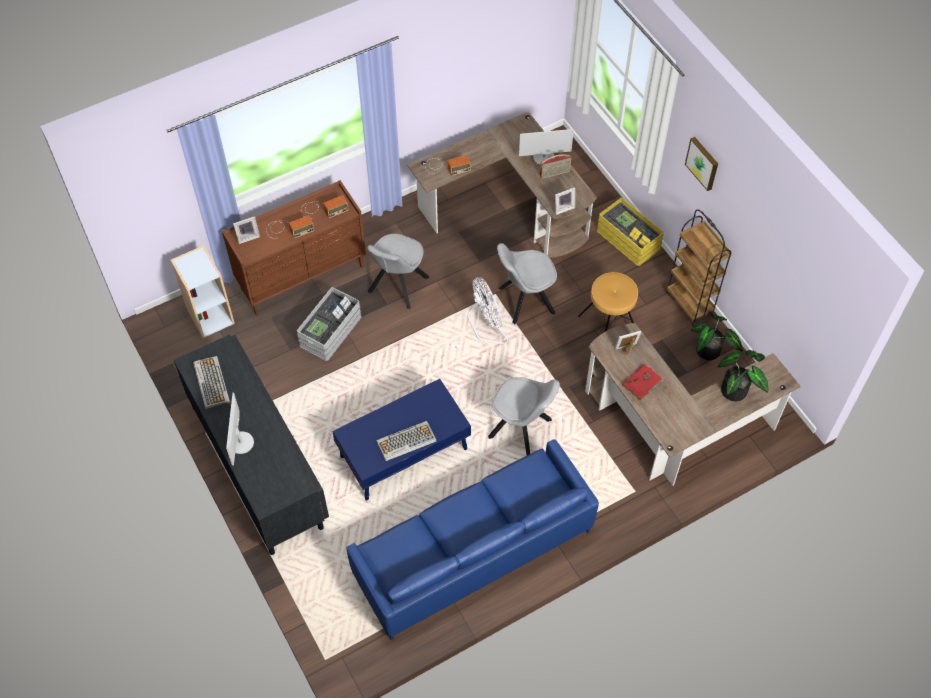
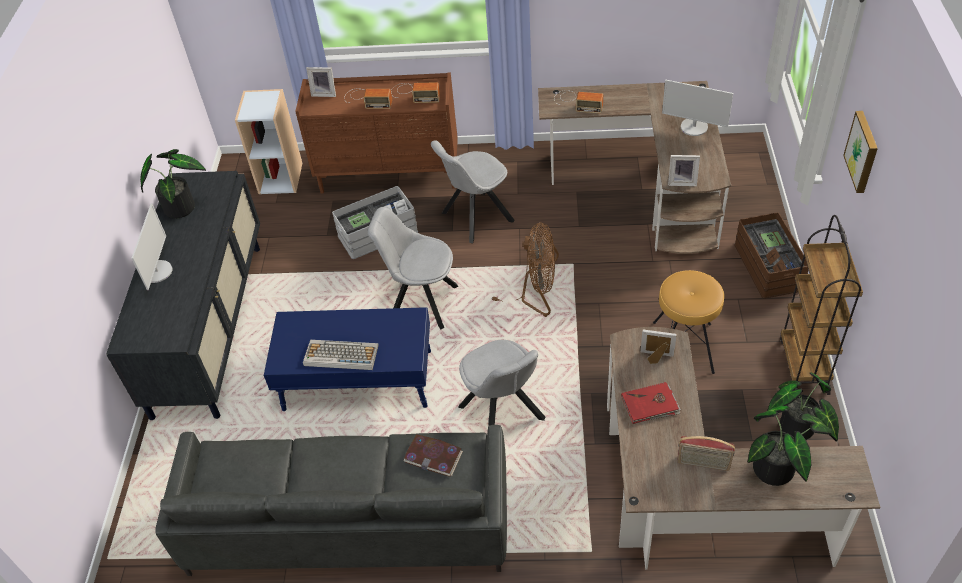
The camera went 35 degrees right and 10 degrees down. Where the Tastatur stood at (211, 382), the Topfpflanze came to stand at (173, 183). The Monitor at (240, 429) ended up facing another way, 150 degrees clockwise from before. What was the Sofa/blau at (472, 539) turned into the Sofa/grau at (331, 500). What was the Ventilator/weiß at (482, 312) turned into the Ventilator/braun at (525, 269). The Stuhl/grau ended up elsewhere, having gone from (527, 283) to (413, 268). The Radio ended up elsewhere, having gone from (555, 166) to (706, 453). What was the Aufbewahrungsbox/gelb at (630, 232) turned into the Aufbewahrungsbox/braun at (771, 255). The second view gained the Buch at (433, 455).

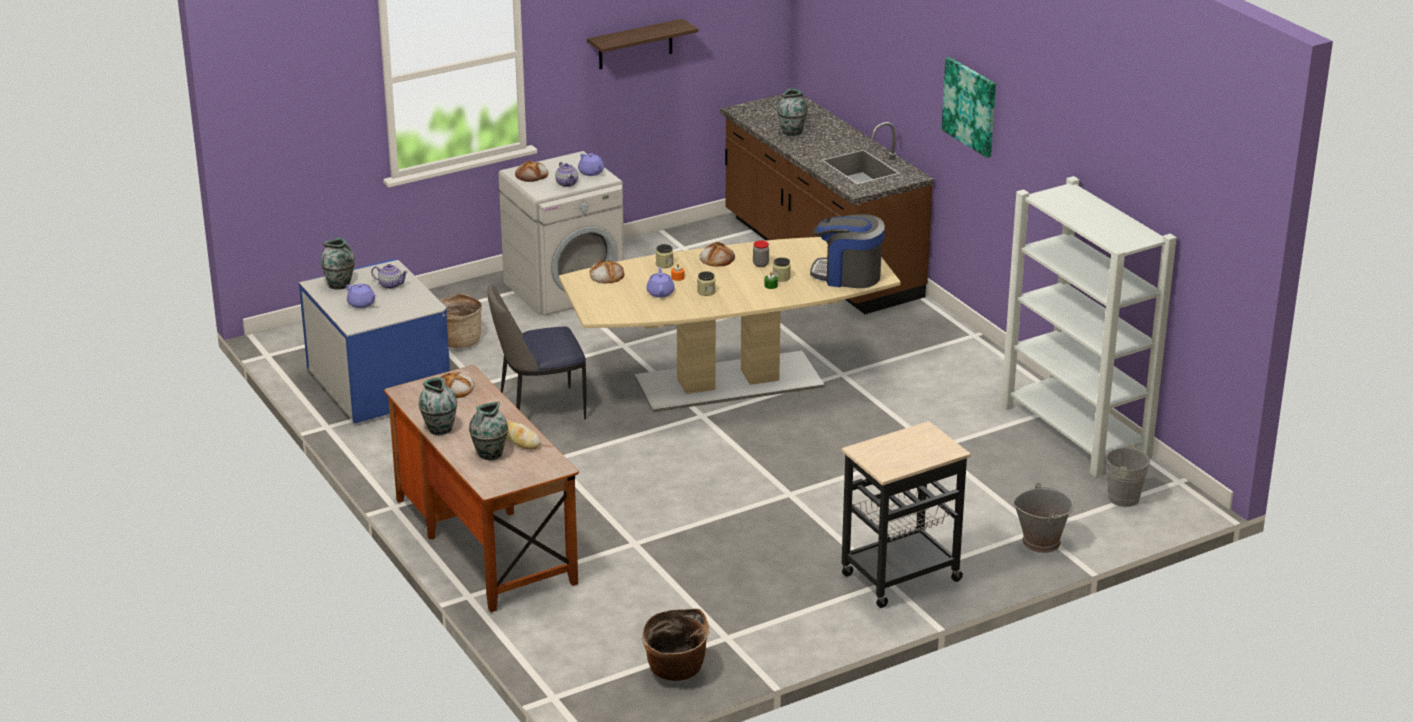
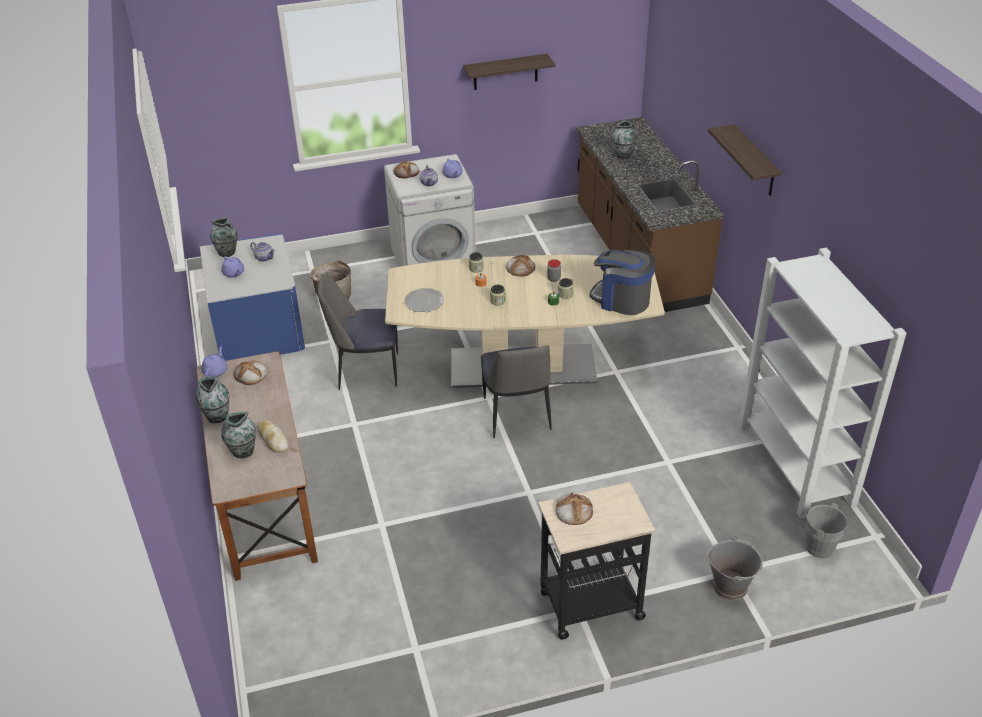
The camera went 15 degrees right and 10 degrees up. The Brot ended up elsewhere, having gone from (606, 271) to (574, 508). The second view lost the Korb at (675, 644). The Teekanne/lila ended up elsewhere, having gone from (660, 282) to (214, 361). Where the Bild hung at (968, 107), the Wandregal came to hang at (745, 160). The second view gained the Teller at (424, 300). The second view gained the Stuhl at (516, 391).

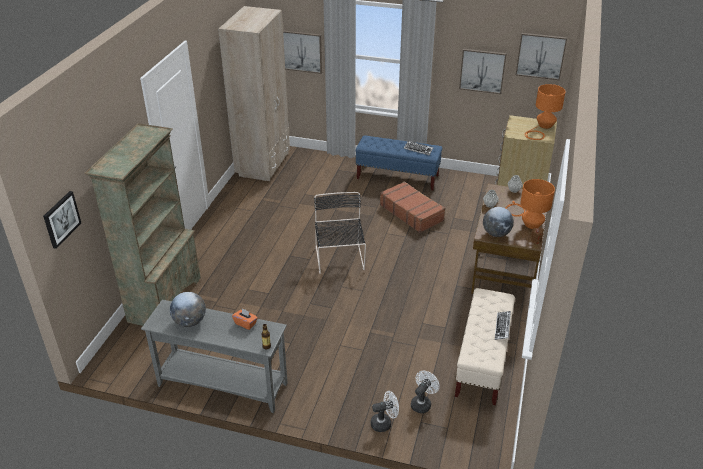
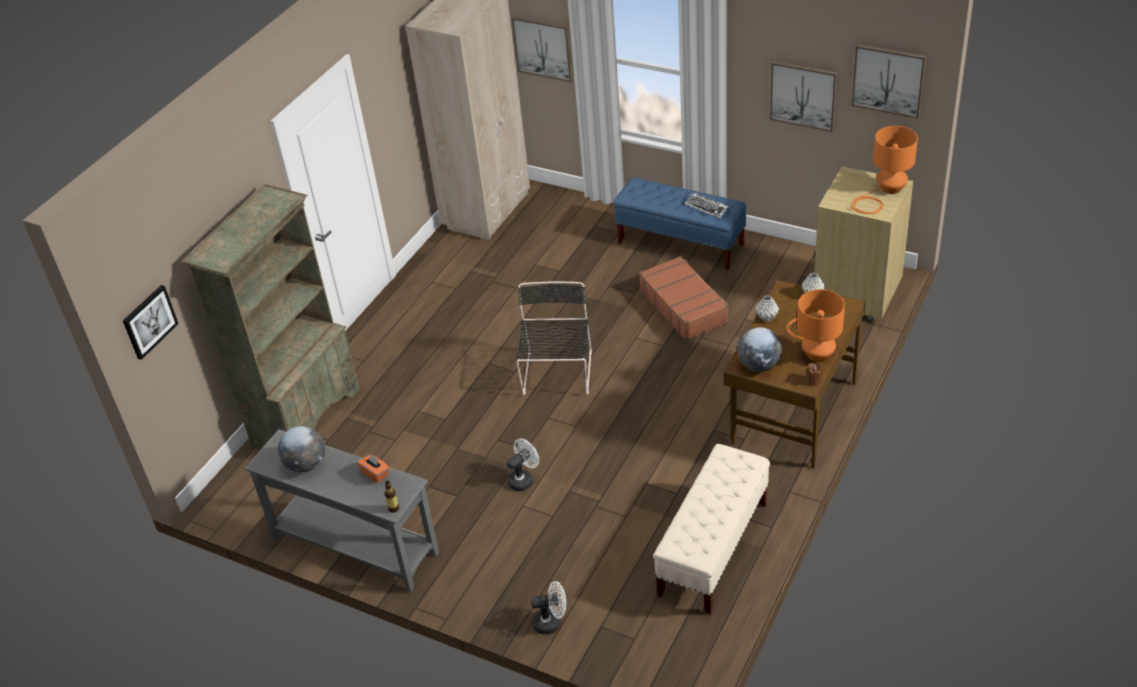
The camera went 15 degrees right and 5 degrees up. The Ventilator/weiß ended up elsewhere, having gone from (425, 392) to (523, 464). The second view lost the Tastatur at (503, 325).

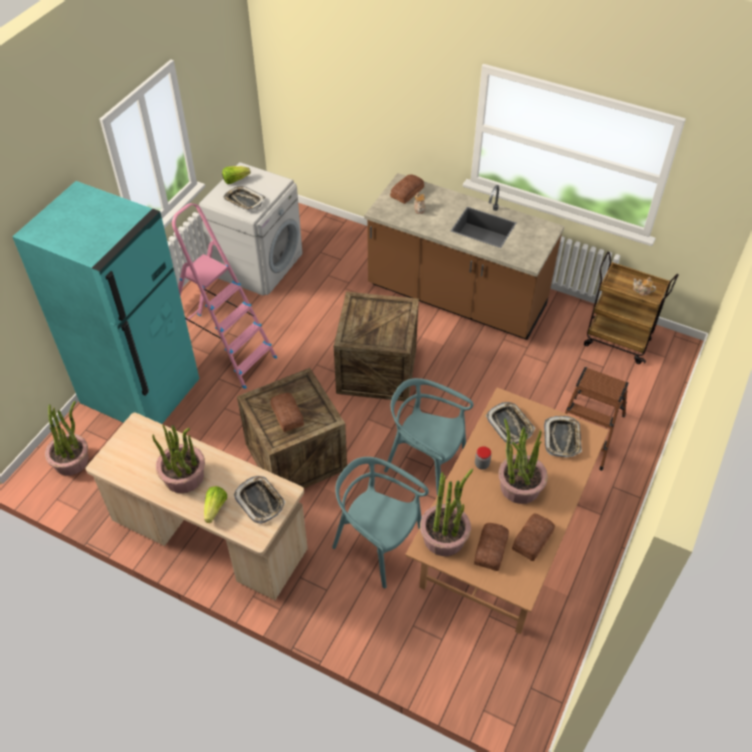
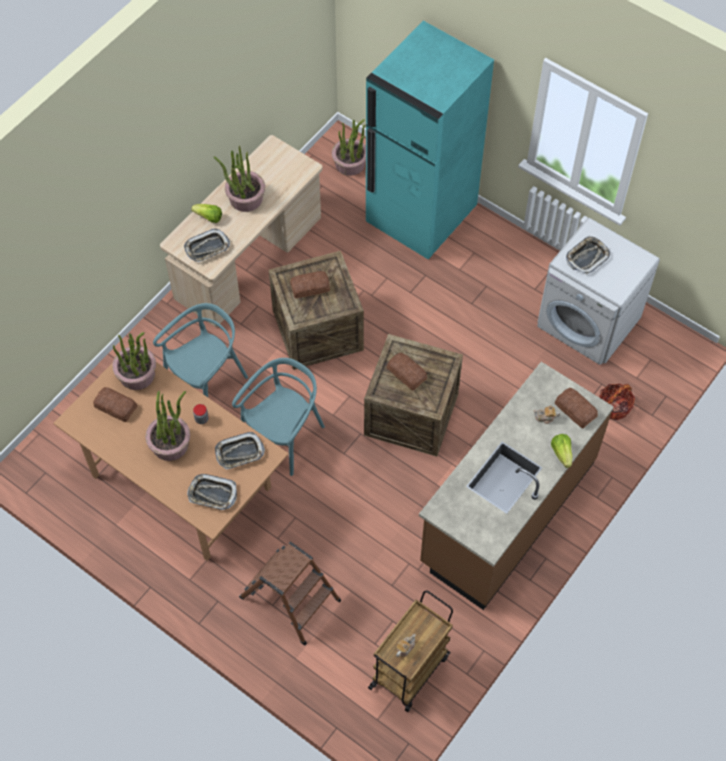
The camera went 100 degrees right and 10 degrees up. The second view lost the Trittleiter/rosa at (224, 296). The Salatkopf ended up elsewhere, having gone from (236, 175) to (561, 451). The Brot ended up elsewhere, having gone from (533, 537) to (407, 371). The second view gained the Korb at (617, 402).

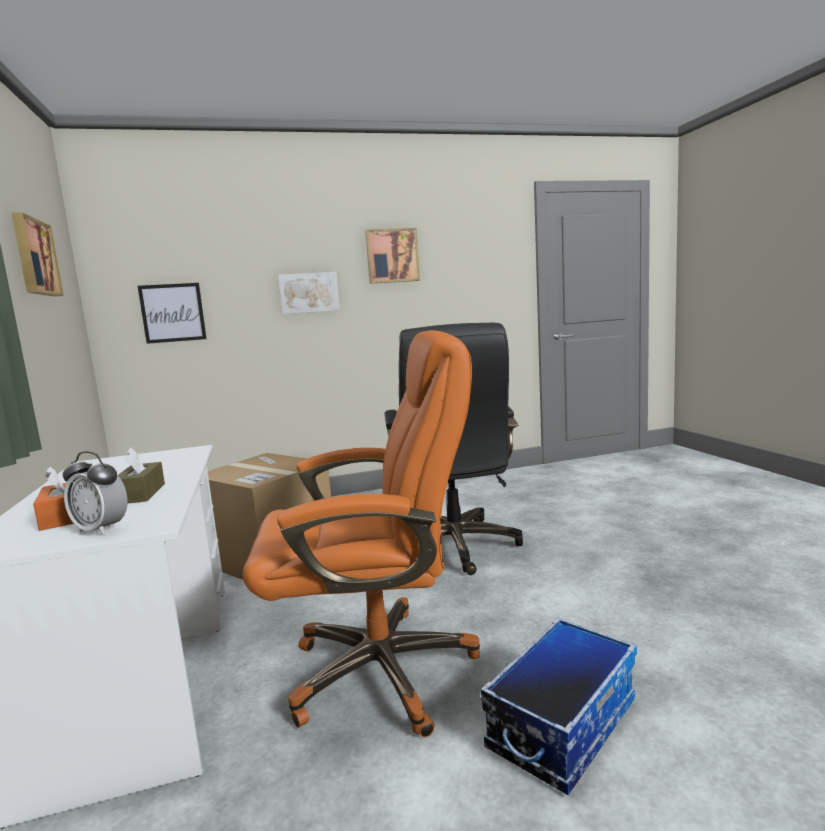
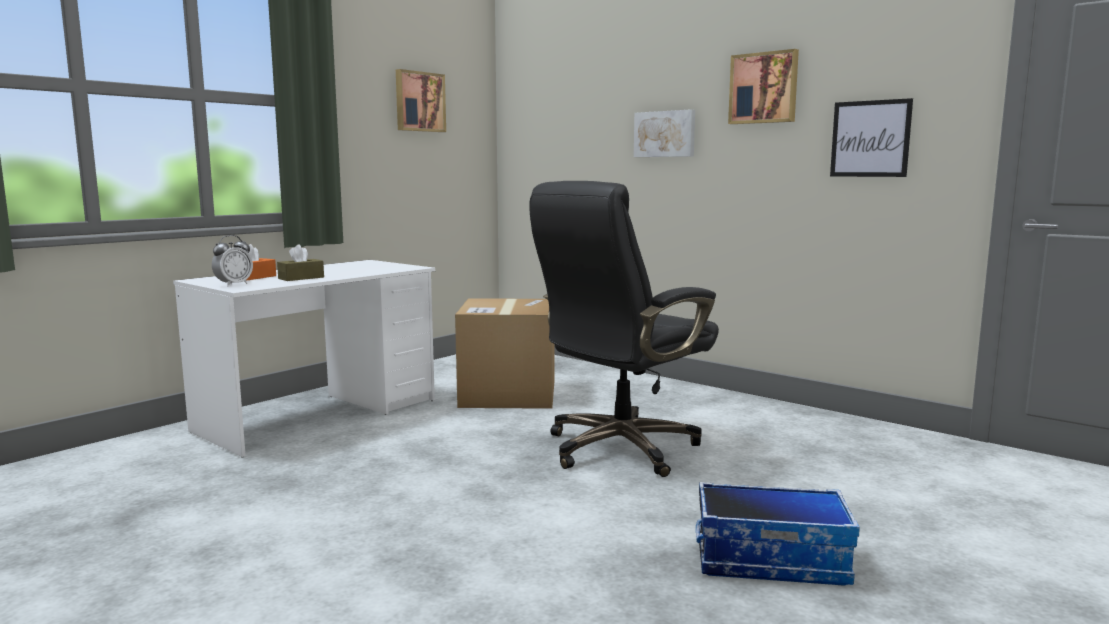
The camera went 55 degrees right and 0 degrees up. The Wecker at (95, 493) ended up facing another way, 135 degrees counterclockwise from before. The Bild ended up elsewhere, having gone from (172, 313) to (871, 137). The second view lost the Bürostuhl/orange at (361, 533). The Aufbewahrungsbox ended up elsewhere, having gone from (558, 706) to (778, 534).

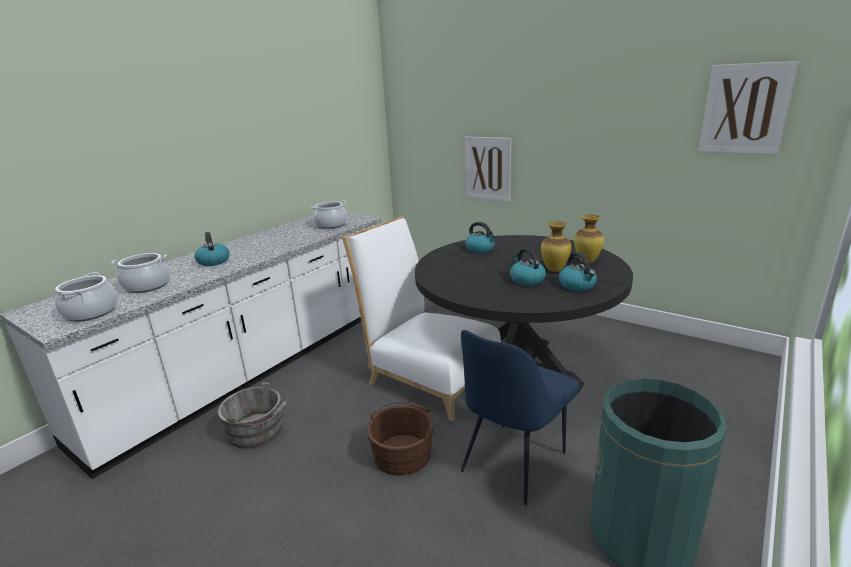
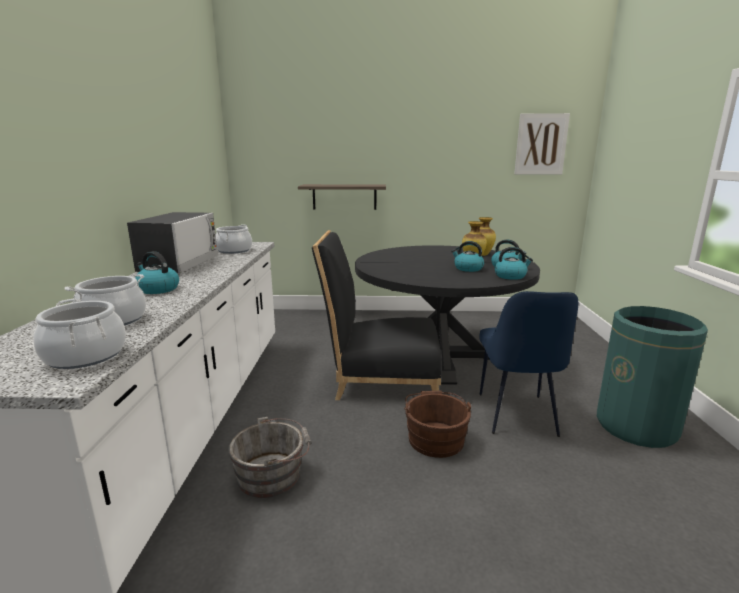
The camera went 35 degrees left and 5 degrees down. What was the Stuhl/weiß at (421, 319) turned into the Stuhl/schwarz at (377, 315). Where the Bild hung at (488, 169), the Wandregal came to hang at (342, 197). The Wasserkessel ended up elsewhere, having gone from (481, 237) to (514, 263). The second view gained the Mikrowelle at (172, 242).

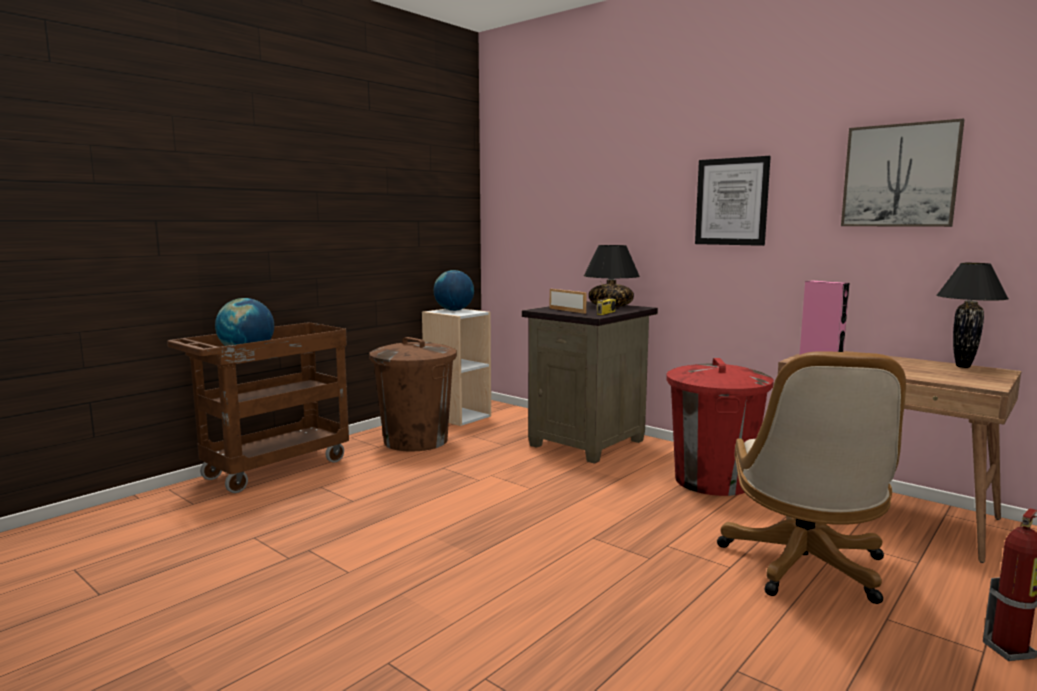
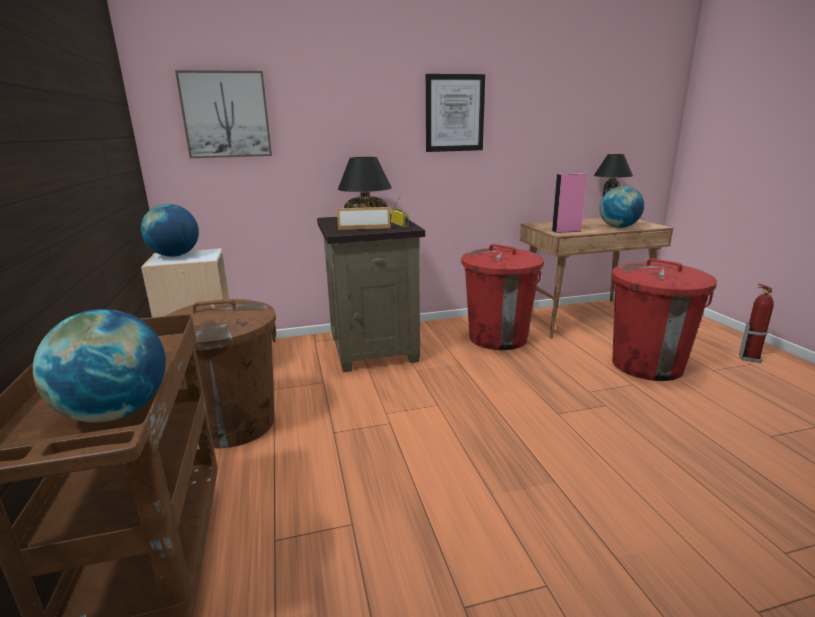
The camera went 55 degrees left and 10 degrees up. Where the Bürostuhl stood at (811, 477), the Mülleimer/rot came to stand at (664, 319). The Bild ended up elsewhere, having gone from (903, 173) to (223, 114). The second view gained the Globus at (621, 207).

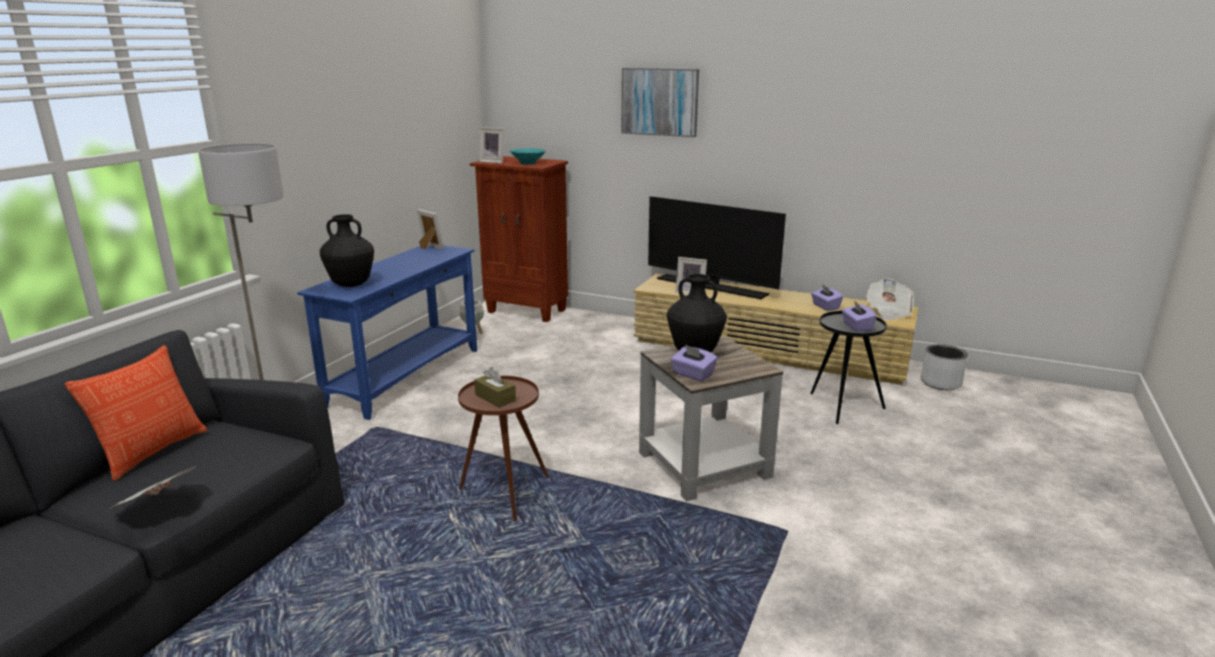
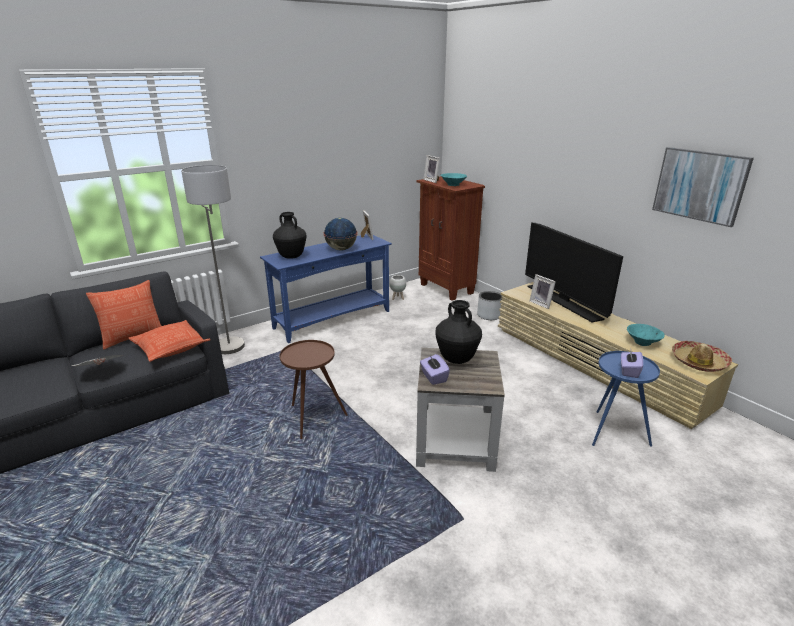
The camera went 30 degrees right and 5 degrees up. The second view lost the Taschentuchbox/braun at (495, 387). The Bild ended up elsewhere, having gone from (660, 102) to (703, 187). Where the Taschentuchbox/lila stood at (827, 297), the Schüssel/türkis came to stand at (646, 335). What was the Beistelltisch/schwarz at (849, 367) turned into the Beistelltisch/blau at (626, 399). Where the Zeitung stood at (890, 299), the Hut came to stand at (702, 356). The Pflanzkübel/grau ended up elsewhere, having gone from (944, 367) to (489, 305). The second view gained the Kissen/orange at (169, 341). The second view gained the Globus at (340, 234).

